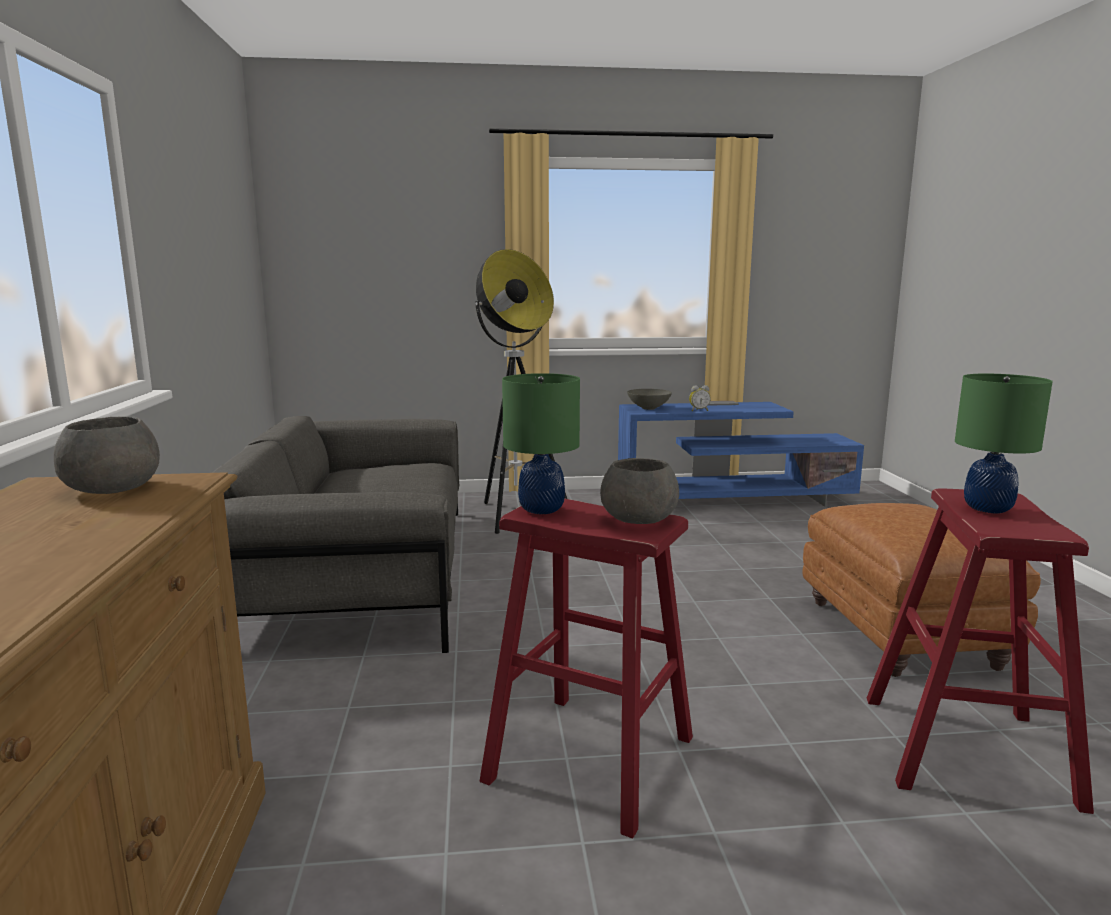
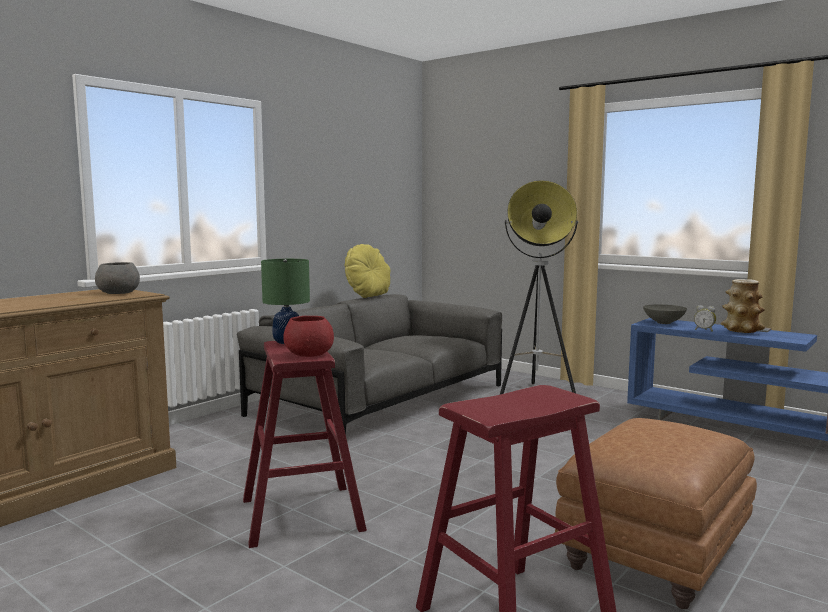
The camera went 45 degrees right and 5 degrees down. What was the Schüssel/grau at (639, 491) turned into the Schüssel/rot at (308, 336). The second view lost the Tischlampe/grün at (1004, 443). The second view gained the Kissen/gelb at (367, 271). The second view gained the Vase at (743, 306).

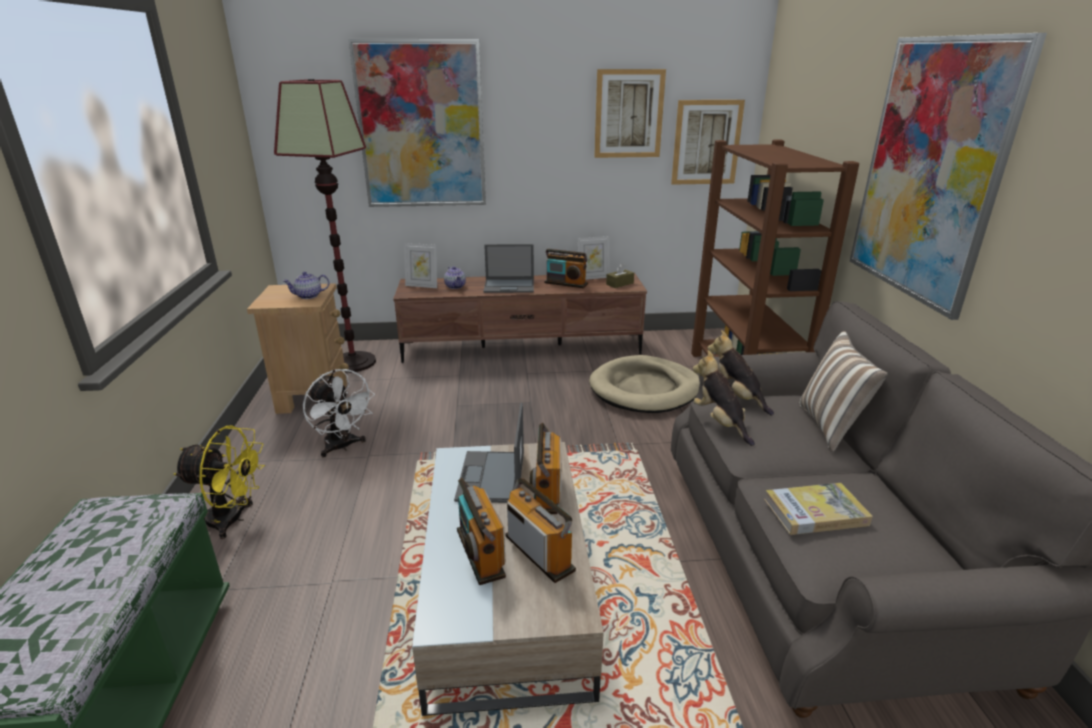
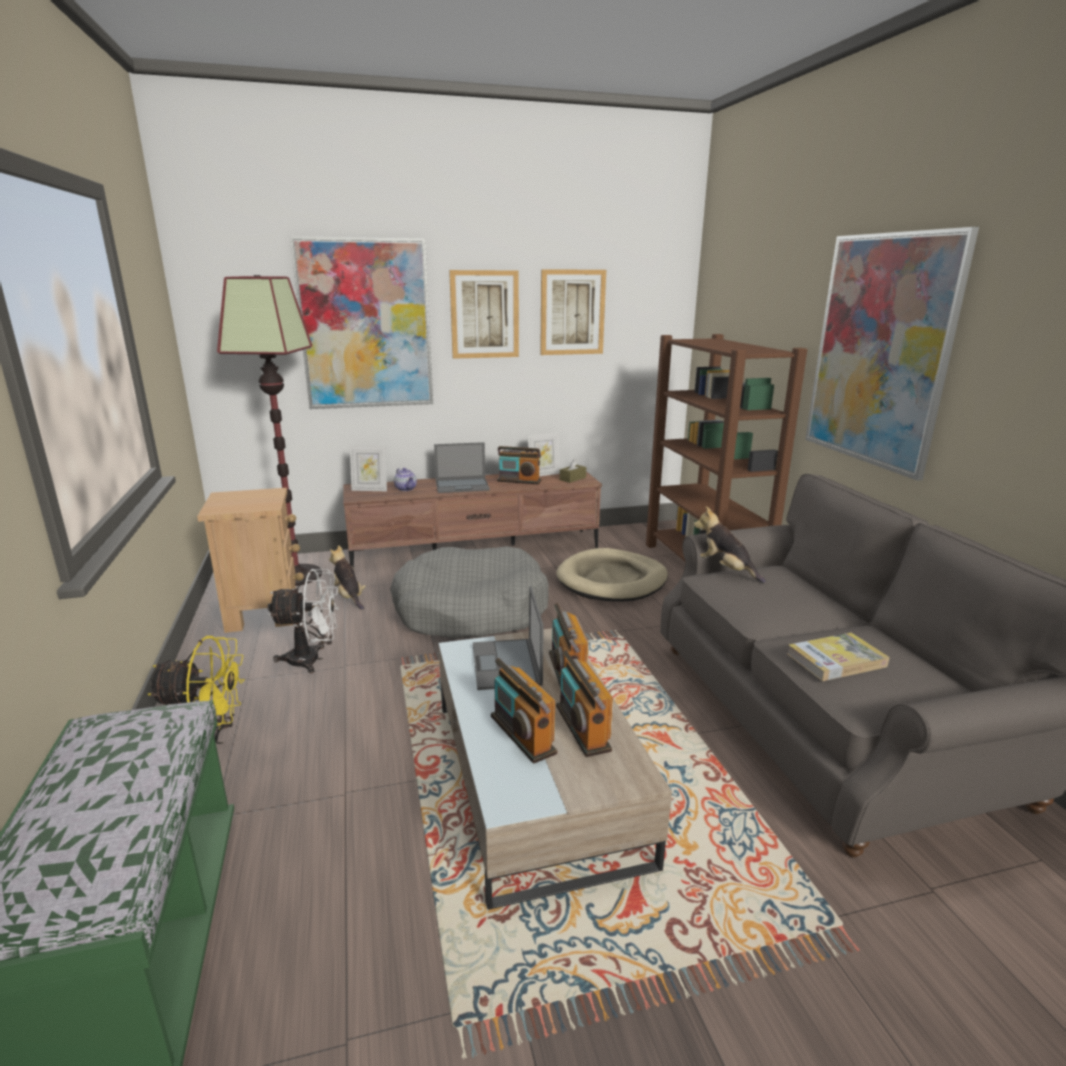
The camera went 10 degrees left and 5 degrees down. The second view lost the Teekanne at (306, 285). The Ventilator/weiß at (339, 413) ended up facing another way, 45 degrees counterclockwise from before. The Radio at (541, 530) ended up facing another way, 150 degrees counterclockwise from before. The Bild ended up elsewhere, having gone from (708, 142) to (484, 314). The Plüschtier ended up elsewhere, having gone from (724, 398) to (347, 577). The second view lost the Kissen at (843, 391). The second view gained the Hundebett/grau at (469, 592).

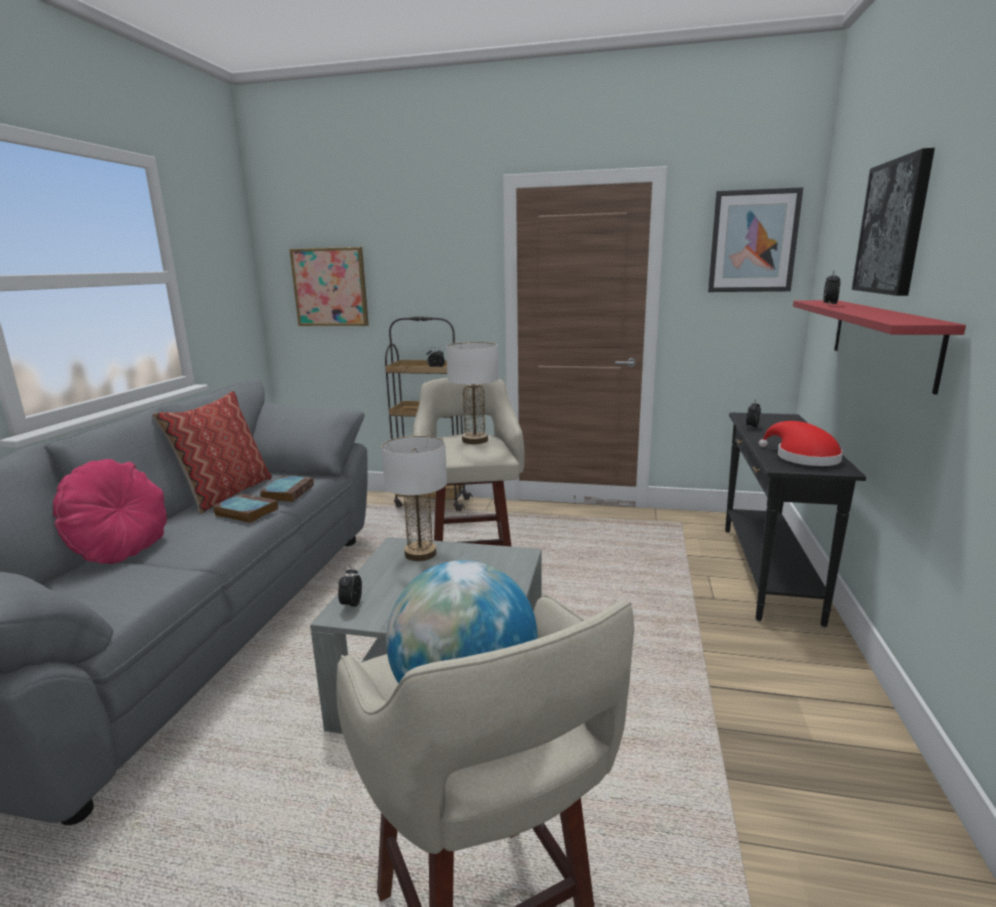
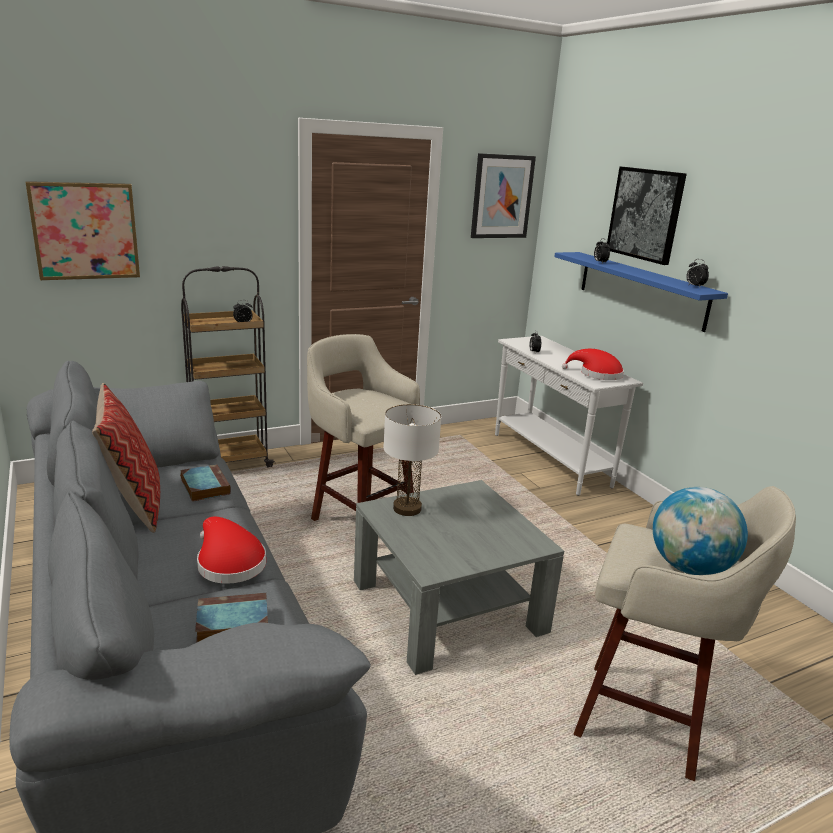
The camera went 40 degrees left and 5 degrees up. The second view lost the Kissen/rosa at (110, 511). The Buch ended up elsewhere, having gone from (245, 508) to (231, 618). The Wecker ended up elsewhere, having gone from (350, 588) to (697, 273). The second view lost the Tischlampe at (472, 393). What was the Konsolentisch/schwarz at (795, 520) turned into the Konsolentisch/weiß at (569, 416). What was the Wandregal/rot at (879, 347) turned into the Wandregal/blau at (641, 292). The second view gained the Hut/rot at (231, 550).

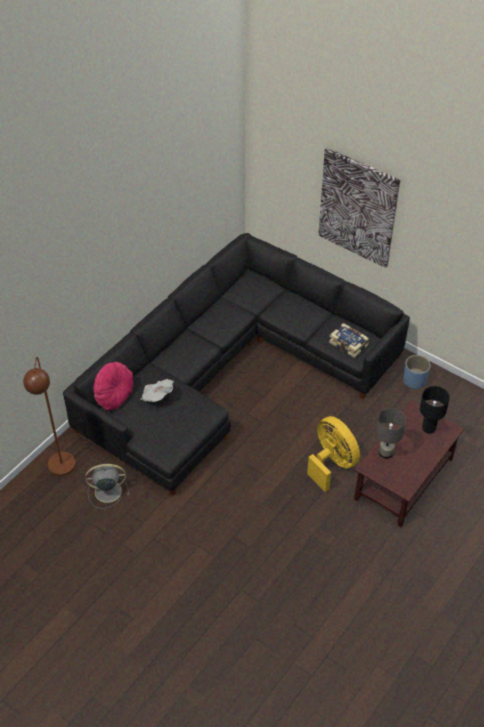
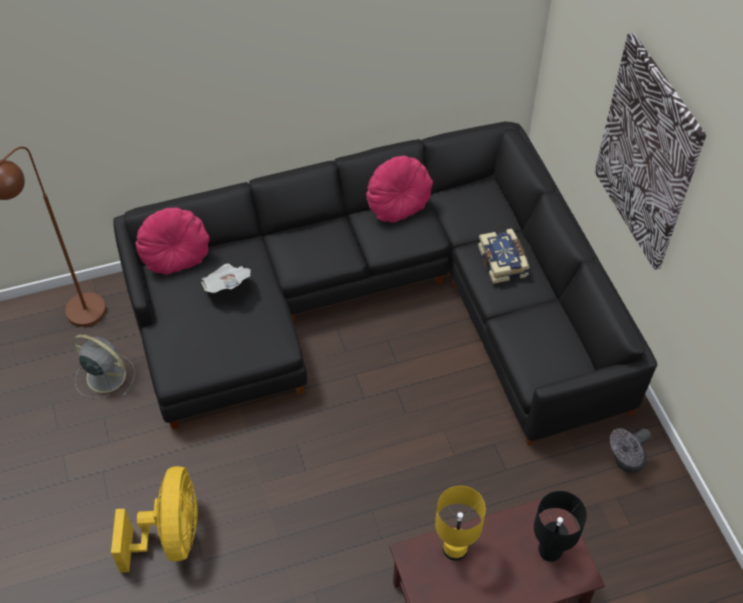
The camera went 35 degrees right and 5 degrees up. The Ventilator/gelb ended up elsewhere, having gone from (333, 454) to (154, 519). The Buch ended up elsewhere, having gone from (349, 340) to (504, 256). What was the Tischlampe/grau at (391, 433) turned into the Tischlampe/gelb at (460, 523). Where the Pflanzkübel/blau stood at (417, 372), the Ventilator/grau came to stand at (630, 450). The second view gained the Kissen/rosa at (399, 189).

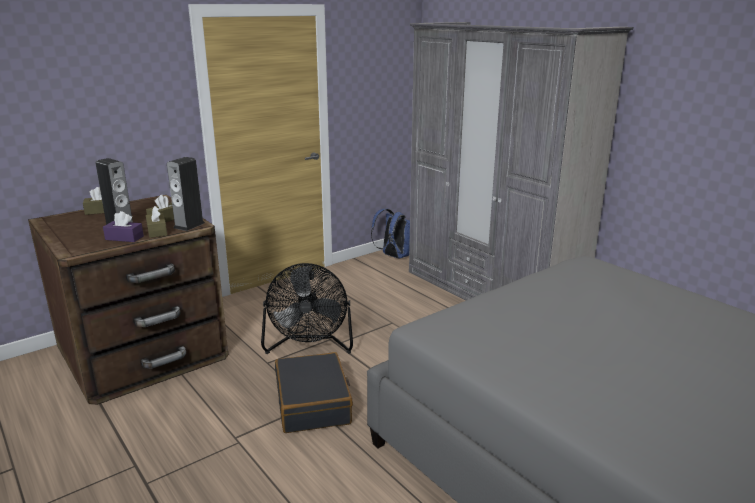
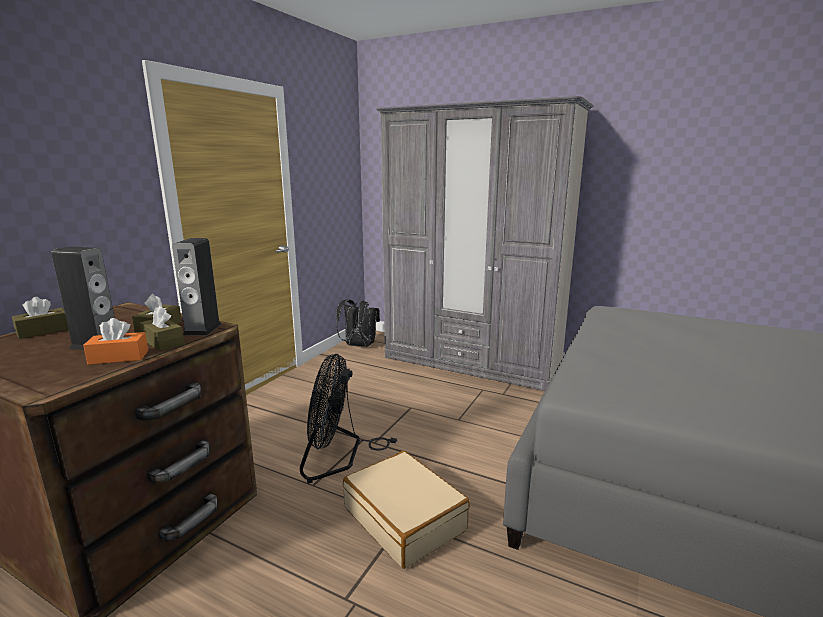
The camera went 25 degrees left and 5 degrees down. What was the Taschentuchbox/lila at (123, 226) turned into the Taschentuchbox/orange at (115, 341). The Ventilator/schwarz at (307, 308) ended up facing another way, 120 degrees clockwise from before. What was the Koffer/schwarz at (314, 392) turned into the Koffer/beige at (406, 510). What was the Rucksack/blau at (390, 233) turned into the Rucksack/schwarz at (358, 323).

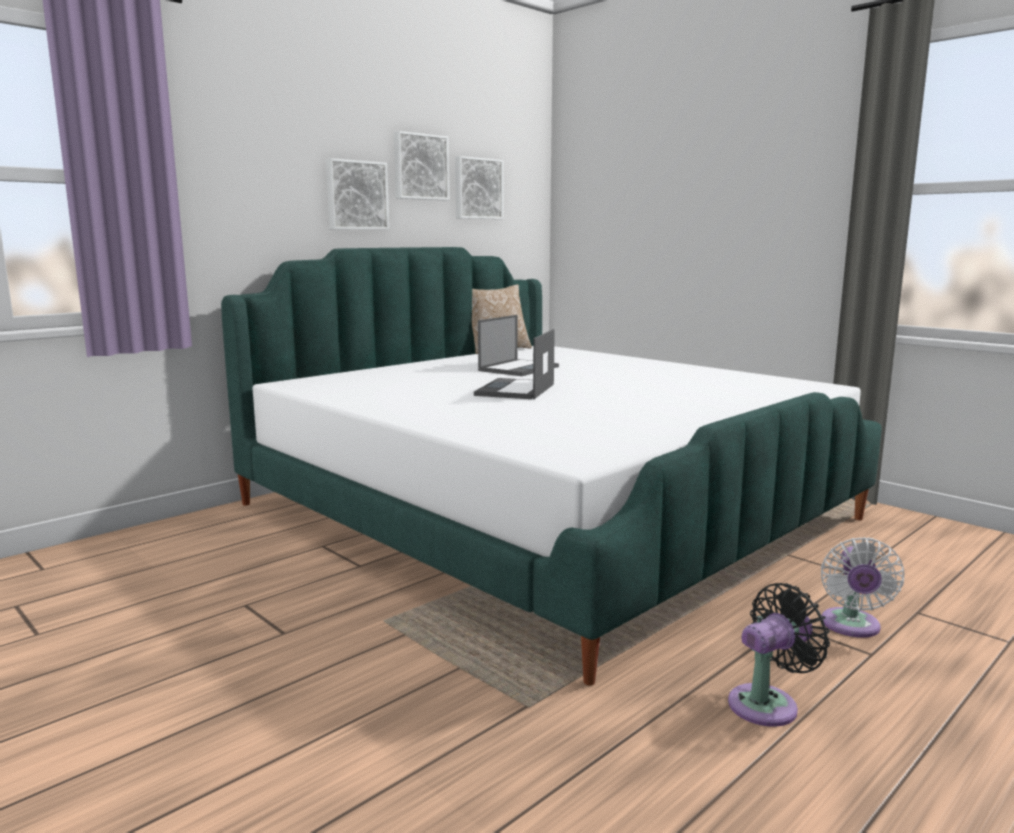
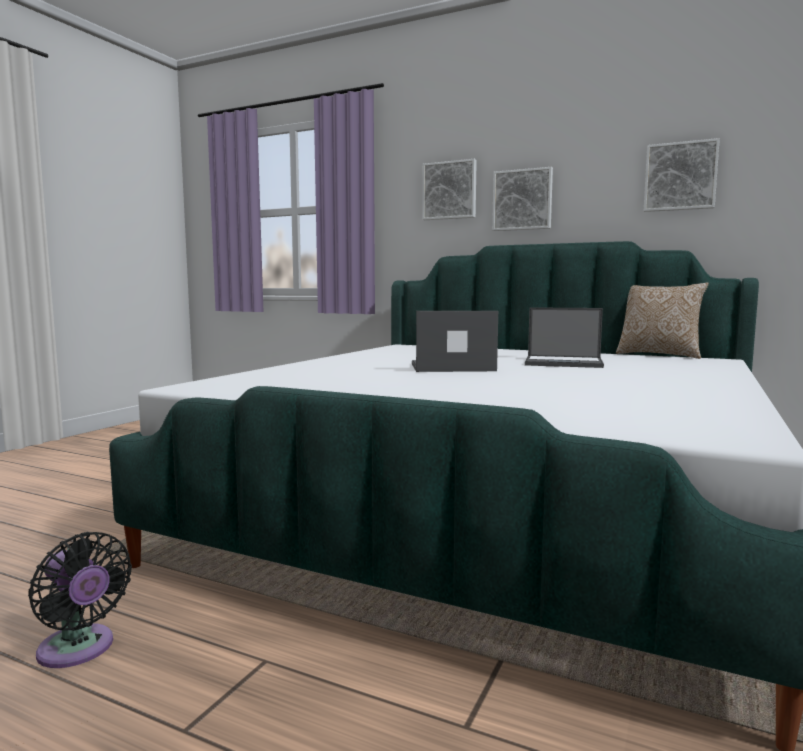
The camera went 70 degrees right and 5 degrees down. The Bild ended up elsewhere, having gone from (421, 165) to (449, 189). The second view lost the Ventilator/weiß at (862, 587).

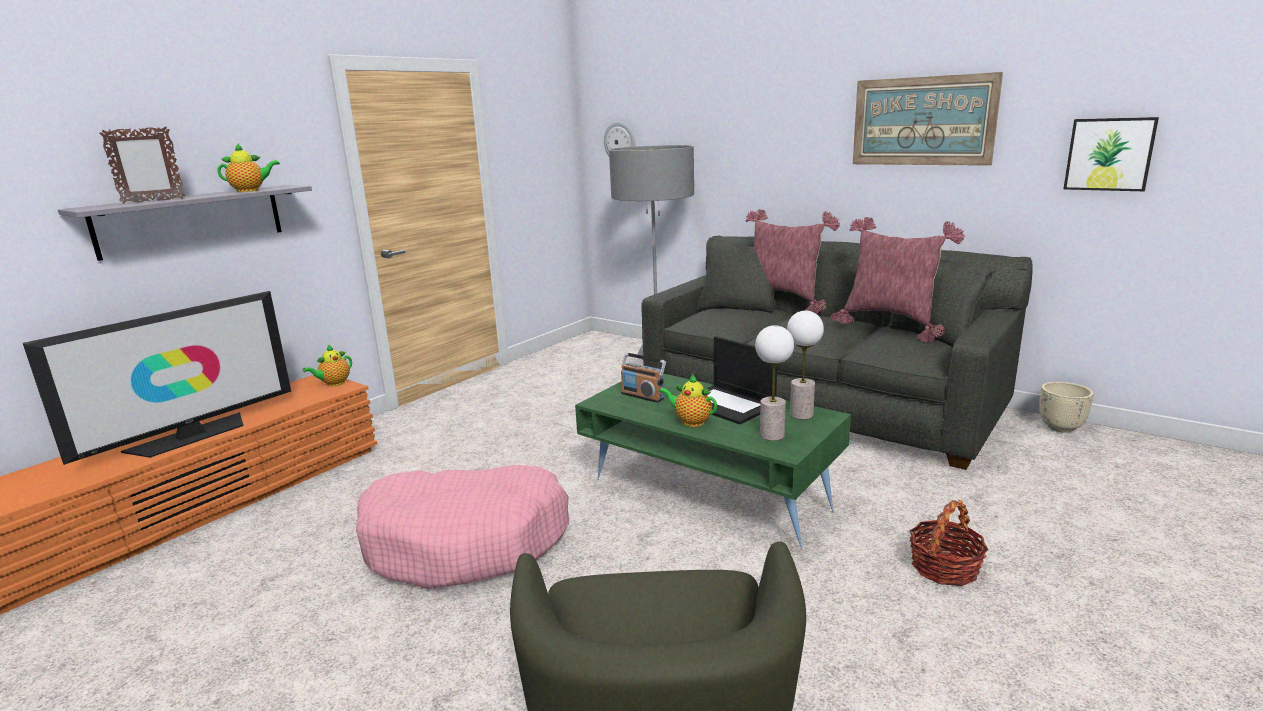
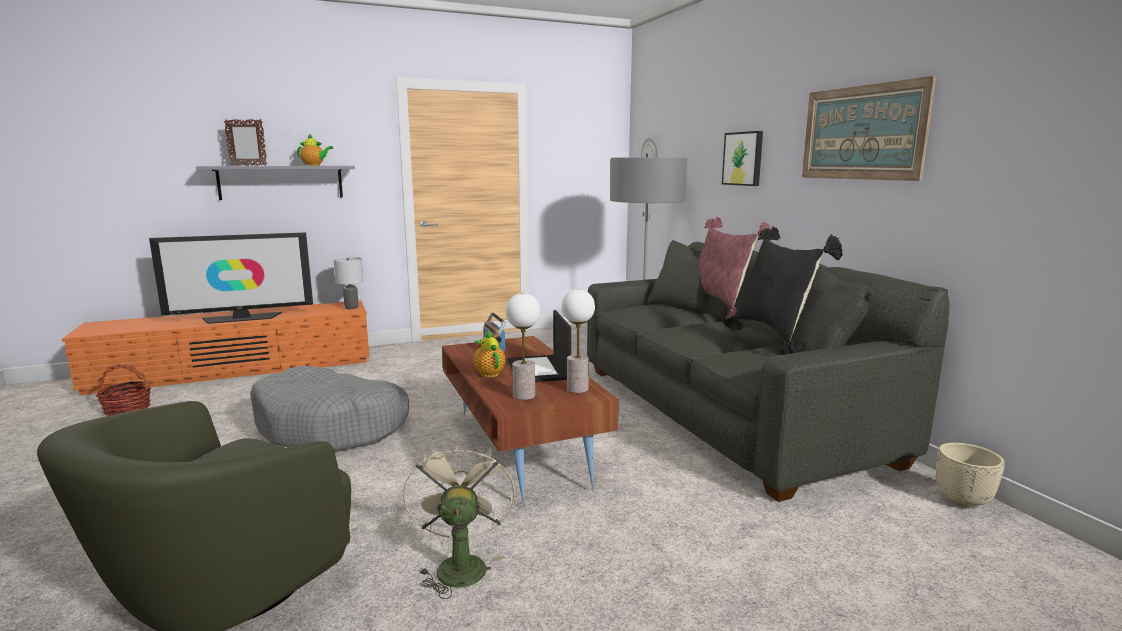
The camera went 30 degrees right and 5 degrees down. Where the Teekanne stood at (327, 365), the Tischlampe/weiß came to stand at (348, 283). What was the Hundebett/rosa at (462, 527) turned into the Hundebett/grau at (329, 409). What was the Couchtisch/grün at (713, 462) turned into the Couchtisch/braun at (530, 421). What was the Kissen/rot at (897, 280) turned into the Kissen/schwarz at (783, 290). The Korb ended up elsewhere, having gone from (948, 543) to (123, 390). The Bild ended up elsewhere, having gone from (1111, 154) to (742, 158). The second view gained the Ventilator/beige at (459, 519).

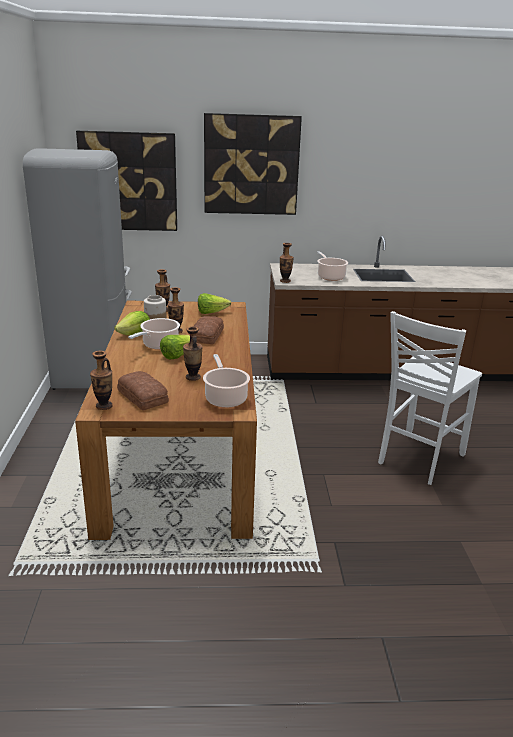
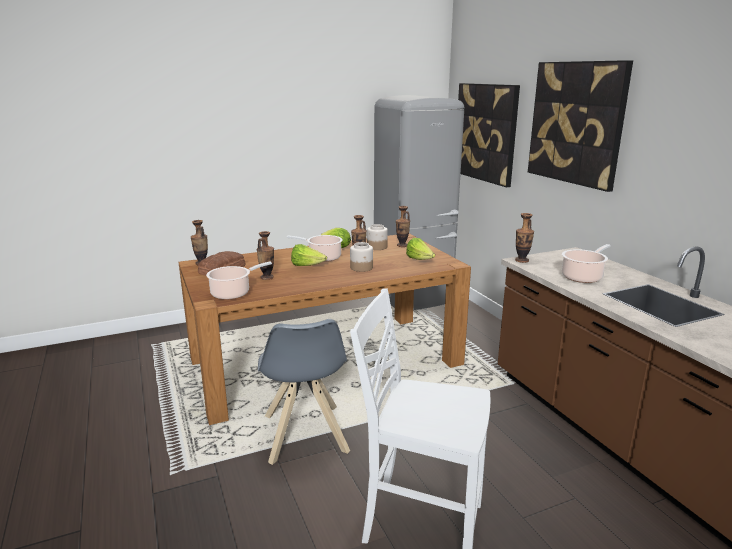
The camera went 70 degrees right and 5 degrees down. Where the Brot stood at (208, 330), the Vorratsglas came to stand at (361, 257). The second view gained the Stuhl/grau at (304, 392).

